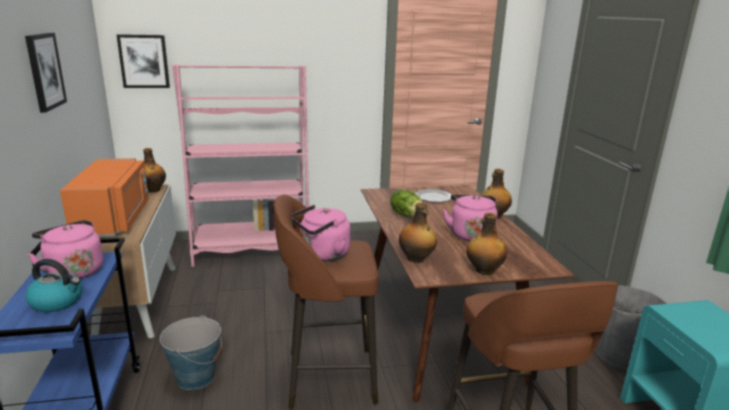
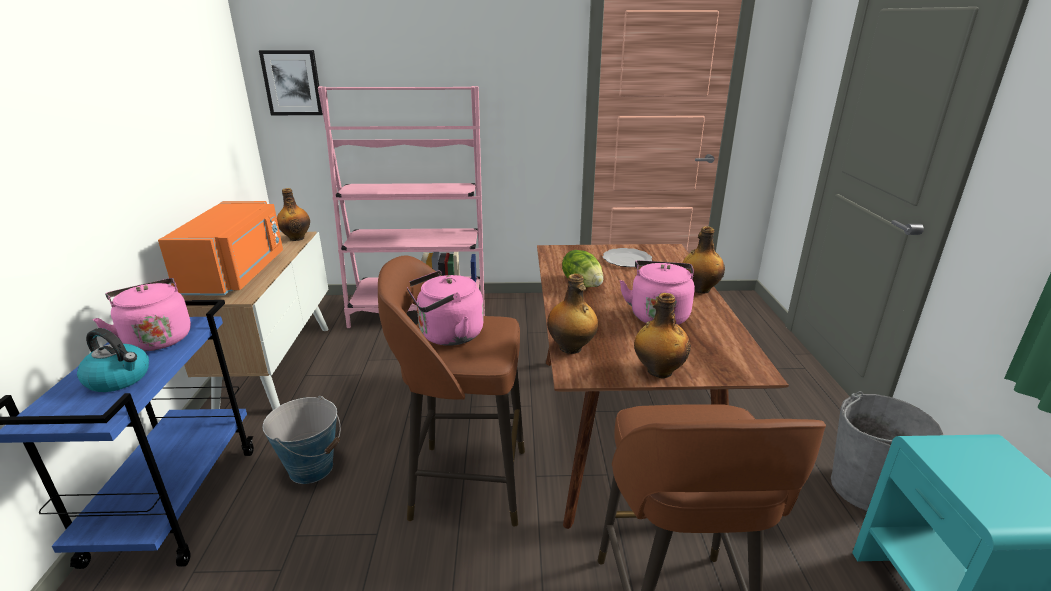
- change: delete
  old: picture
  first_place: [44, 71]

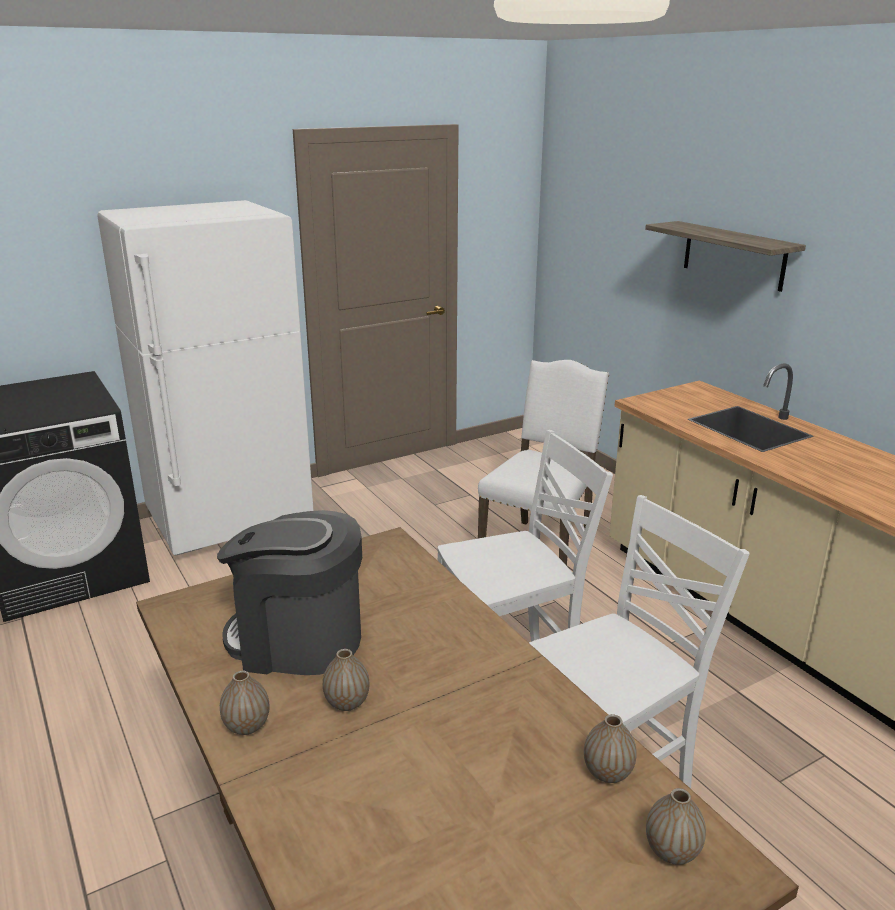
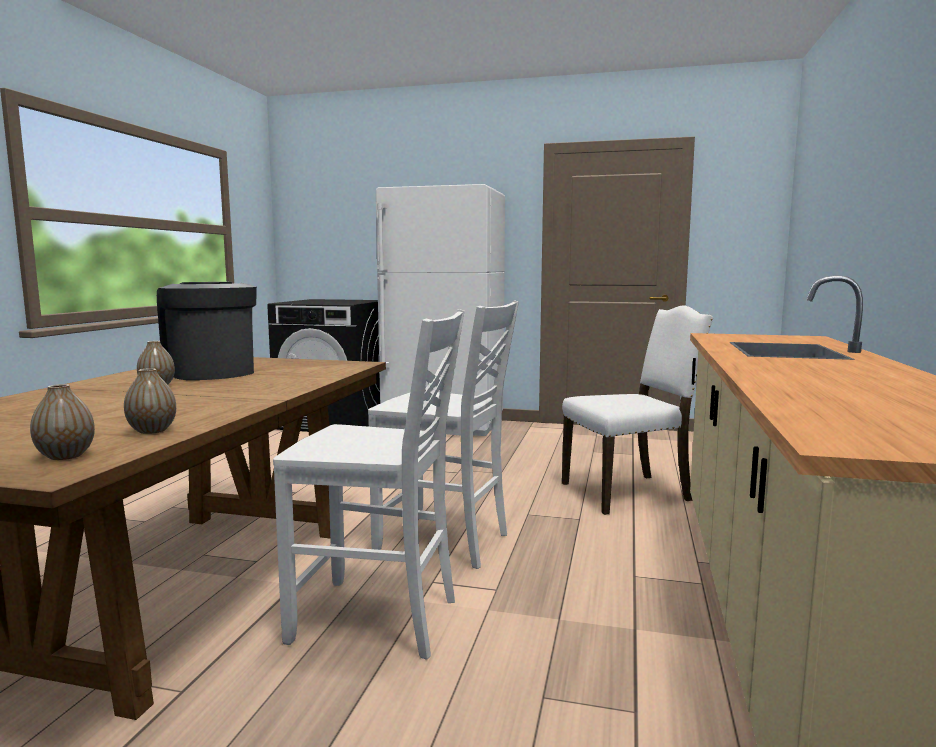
- change: delete
  old: bracket shelf
  first_place: [733, 255]
- change: delete
  old: decorative vase
  first_place: [247, 726]

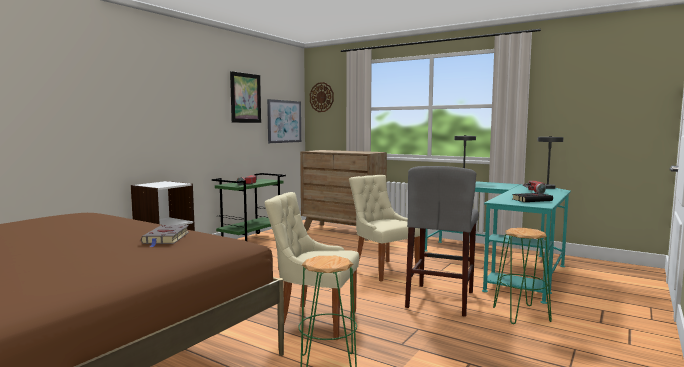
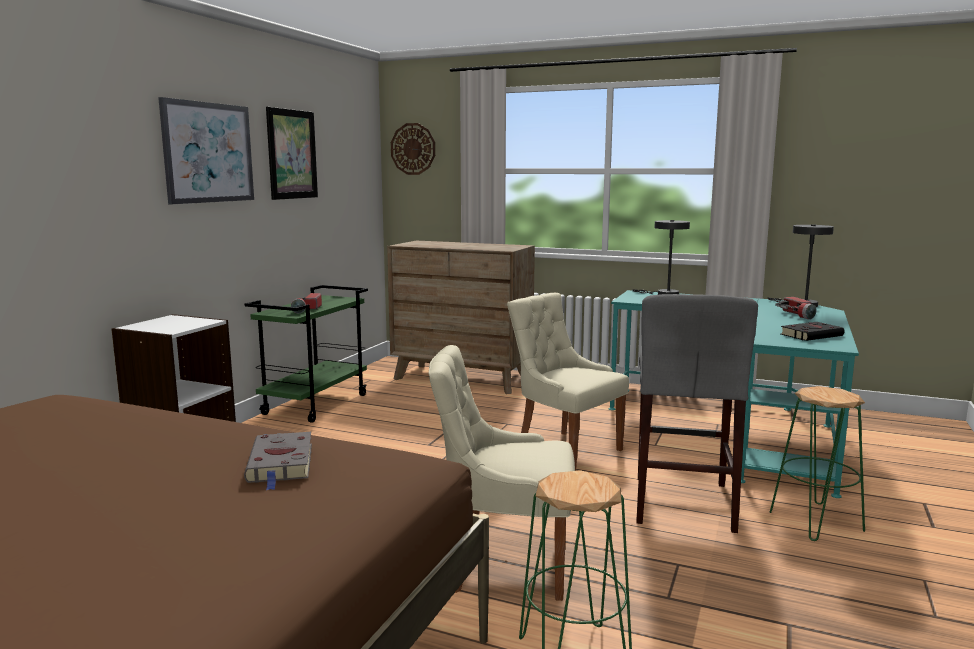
- change: move
  old: picture
  first_place: [284, 121]
  second_place: [208, 152]

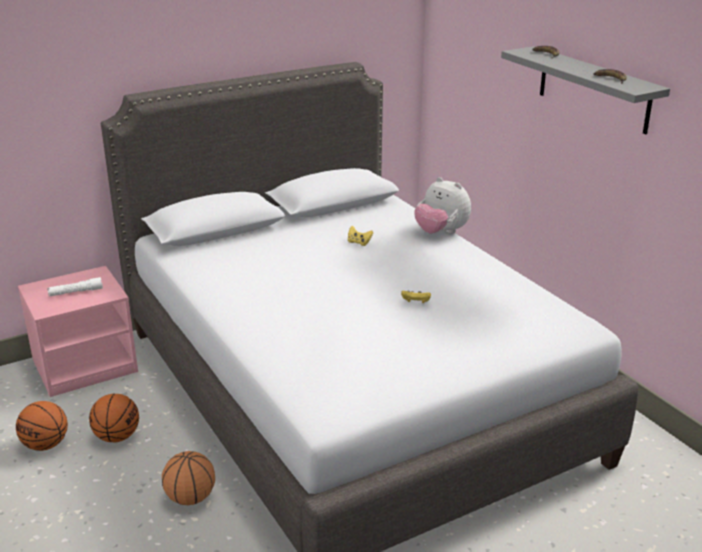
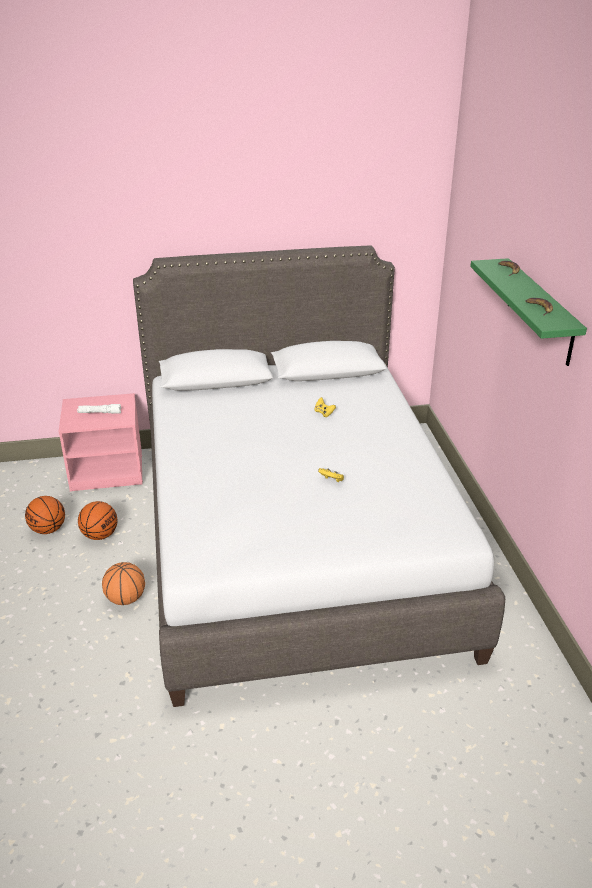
- change: recolor
  old: grey bracket shelf
  new: green-coloured bracket shelf
  first_place: [593, 89]
  second_place: [540, 311]
- change: delete
  old: soft toy
  first_place: [441, 232]

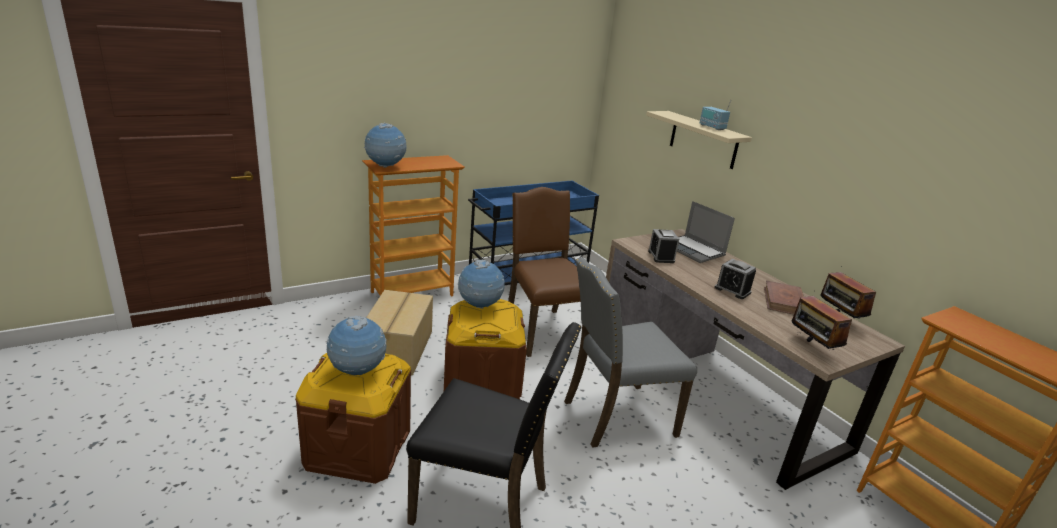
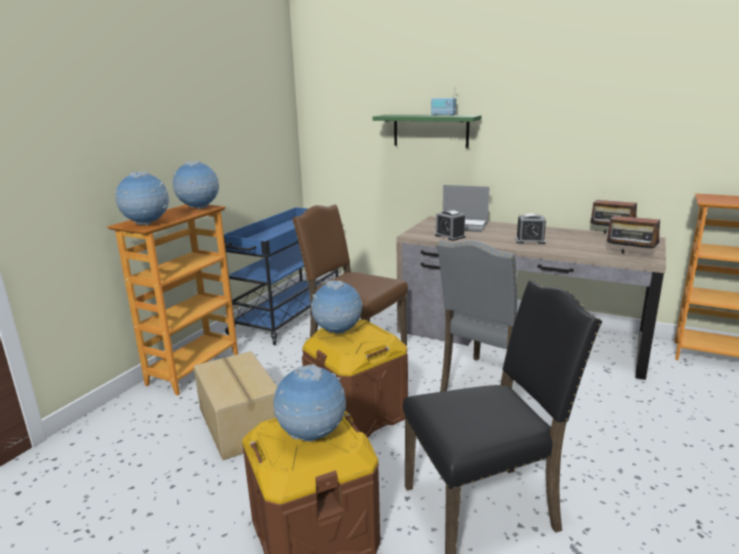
- change: recolor
  old: beige bracket shelf
  new: green-coloured bracket shelf
  first_place: [703, 140]
  second_place: [430, 130]
- change: delete
  old: brown volume
  first_place: [784, 301]
- change: insert
  new: desk globe
  second_place: [199, 209]

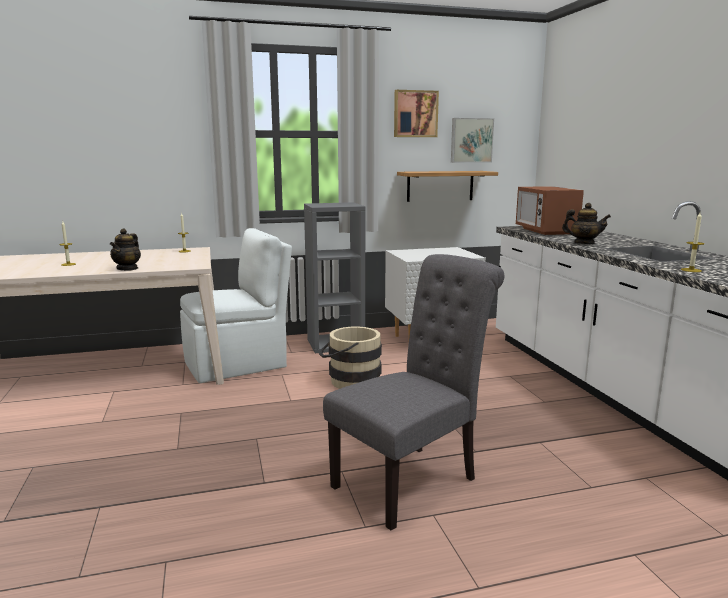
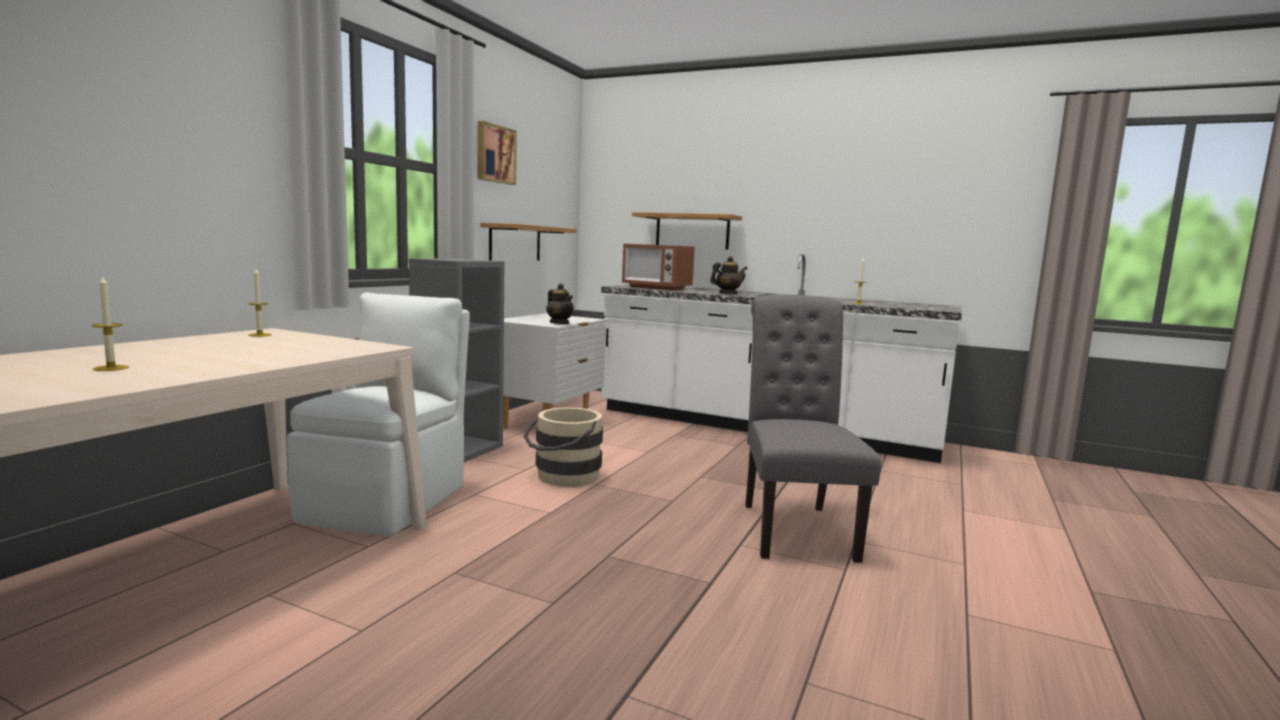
- change: delete
  old: picture
  first_place: [471, 140]
- change: move
  old: tea pot
  first_place: [127, 268]
  second_place: [559, 323]
- change: insert
  new: bracket shelf
  second_place: [692, 231]

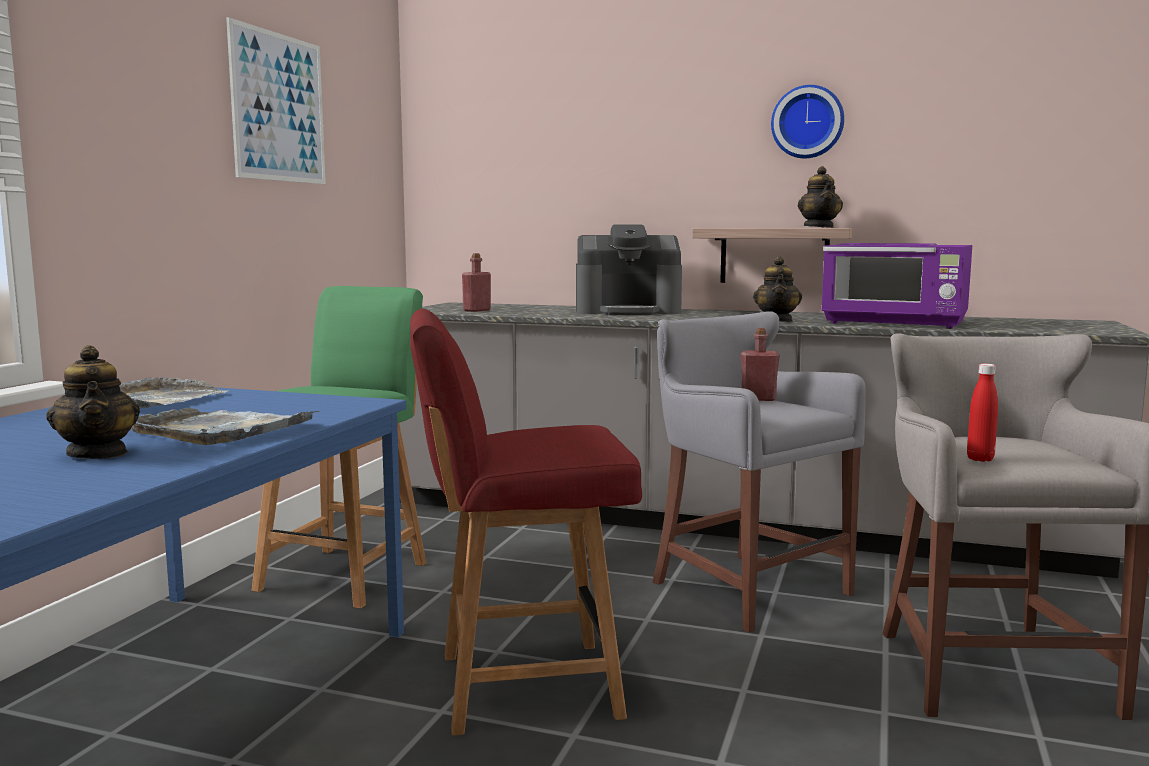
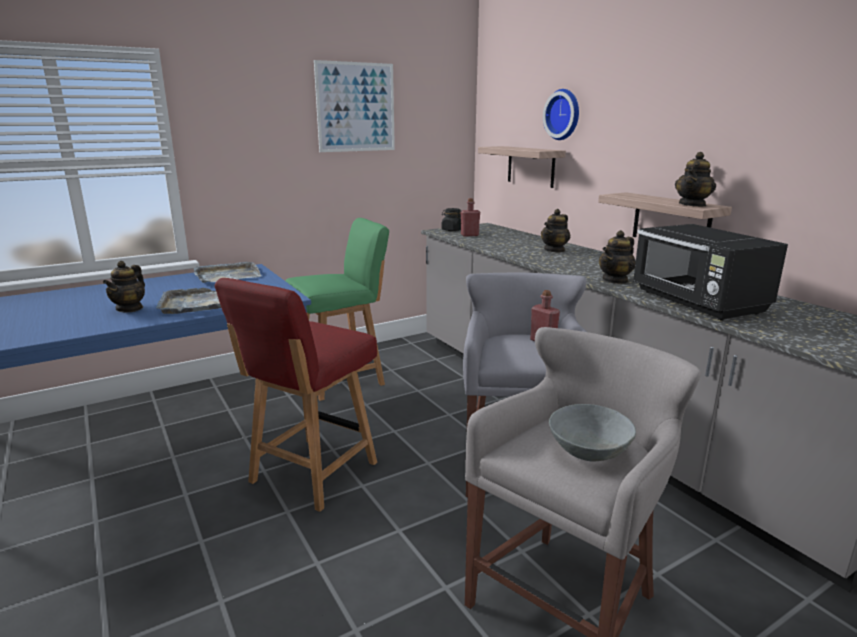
- change: move
  old: clock on the wall
  first_place: [807, 122]
  second_place: [564, 114]
- change: replace
  old: coffee machine
  new: tea pot
  first_place: [628, 311]
  second_place: [554, 250]
- change: recolor
  old: purplish microwave oven
  new: black microwave oven
  first_place: [896, 323]
  second_place: [698, 303]
- change: rotate
  old: reddish upright chair
  first_place: [523, 685]
  second_place: [312, 474]
  degrees: -90
- change: delete
  old: reddish bottle
  first_place: [980, 459]
- change: insert
  new: bracket shelf
  second_place: [531, 166]
- change: insert
  new: black preserve jar
  second_place: [452, 230]
- change: insert
  new: grey deep dish
  second_place: [588, 450]

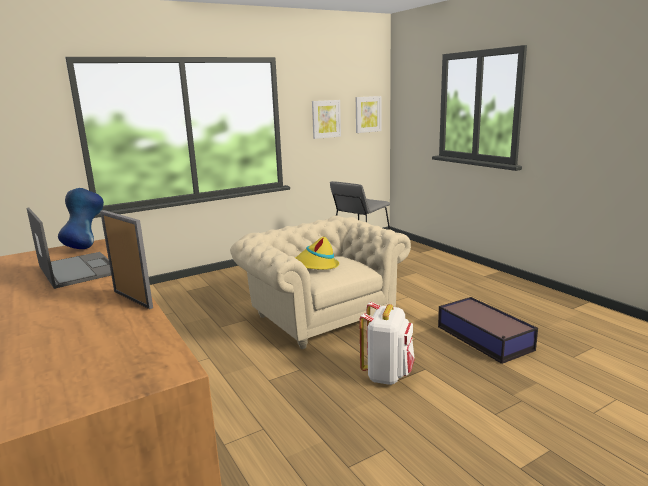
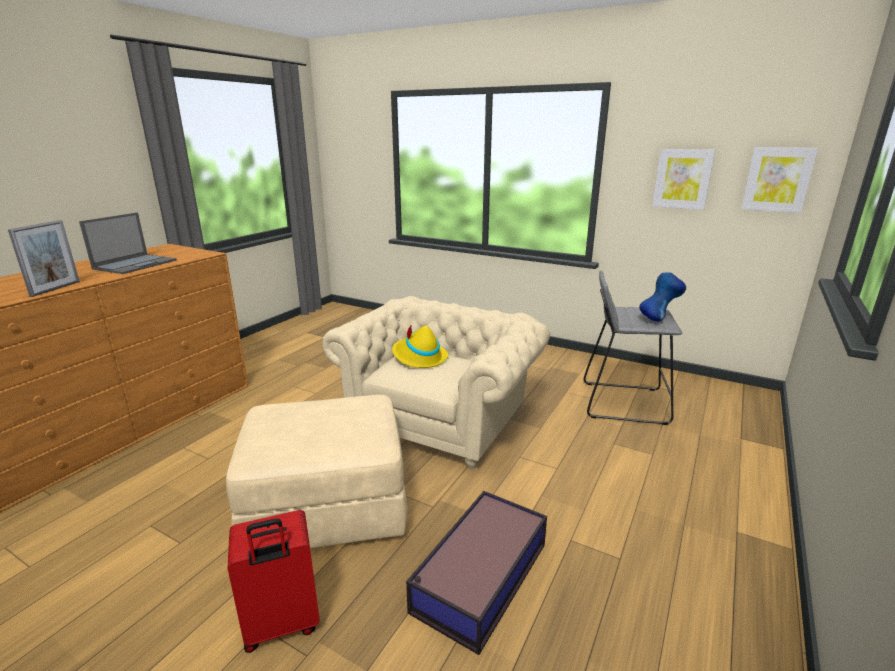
- change: move
  old: bluish decorative vase
  first_place: [86, 247]
  second_place: [658, 319]
- change: replace
  old: whitish backpack
  new: beige ottoman
  first_place: [387, 375]
  second_place: [328, 506]
- change: insert
  new: reddish travel case
  second_place: [282, 625]

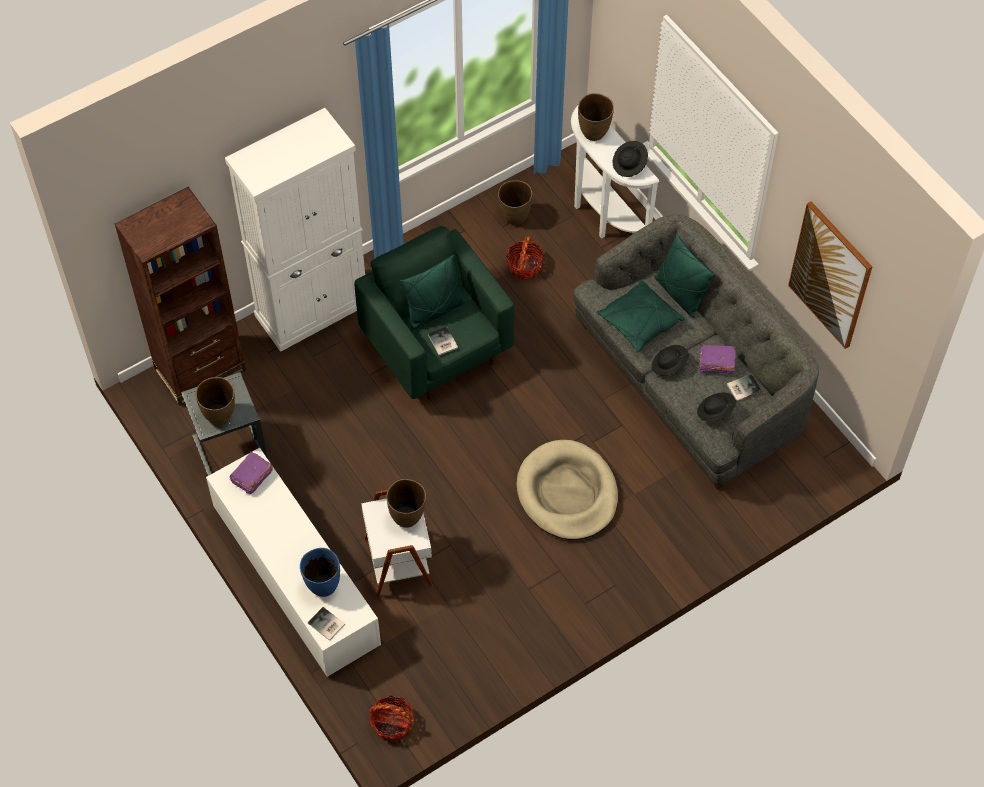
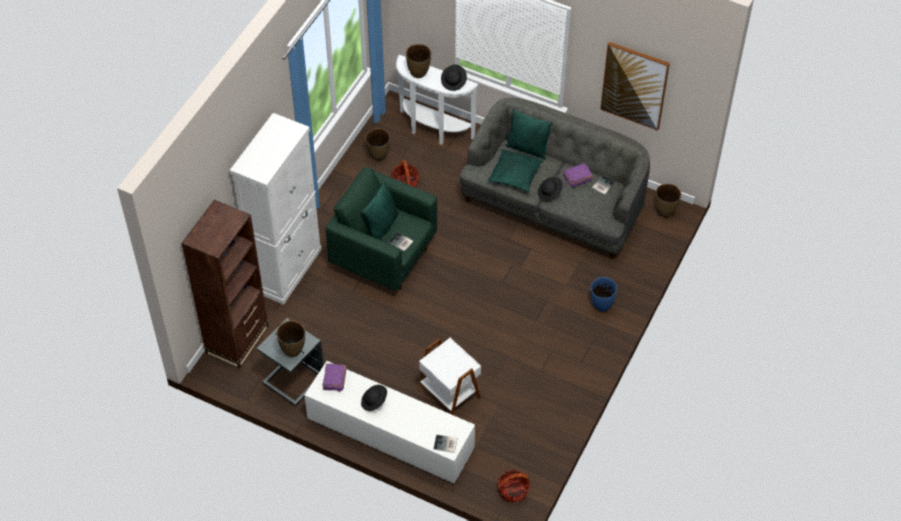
- change: move
  old: black hat
  first_place: [715, 412]
  second_place: [374, 402]
- change: delete
  old: beige pet bed
  first_place: [567, 493]
- change: move
  old: brown decorative vase
  first_place: [407, 517]
  second_place: [665, 211]
- change: move
  old: bluish decorative vase
  first_place: [323, 586]
  second_place: [601, 305]

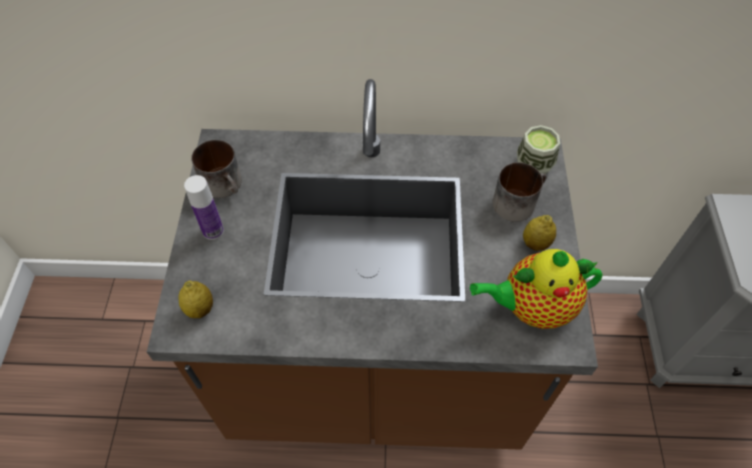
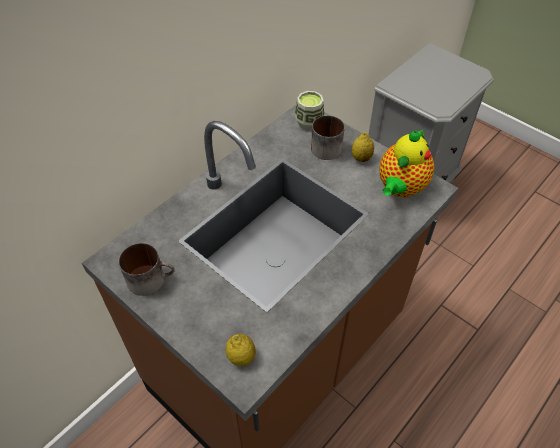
- change: delete
  old: bottle
  first_place: [213, 231]

